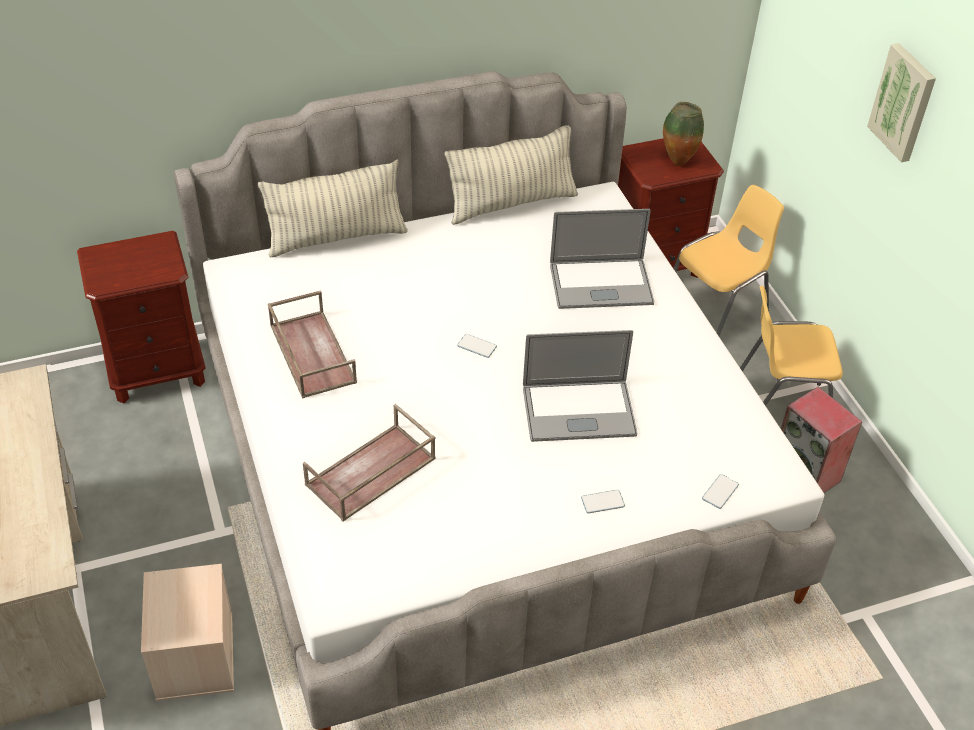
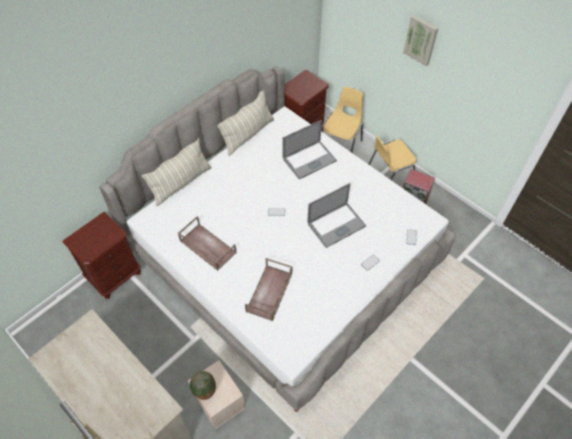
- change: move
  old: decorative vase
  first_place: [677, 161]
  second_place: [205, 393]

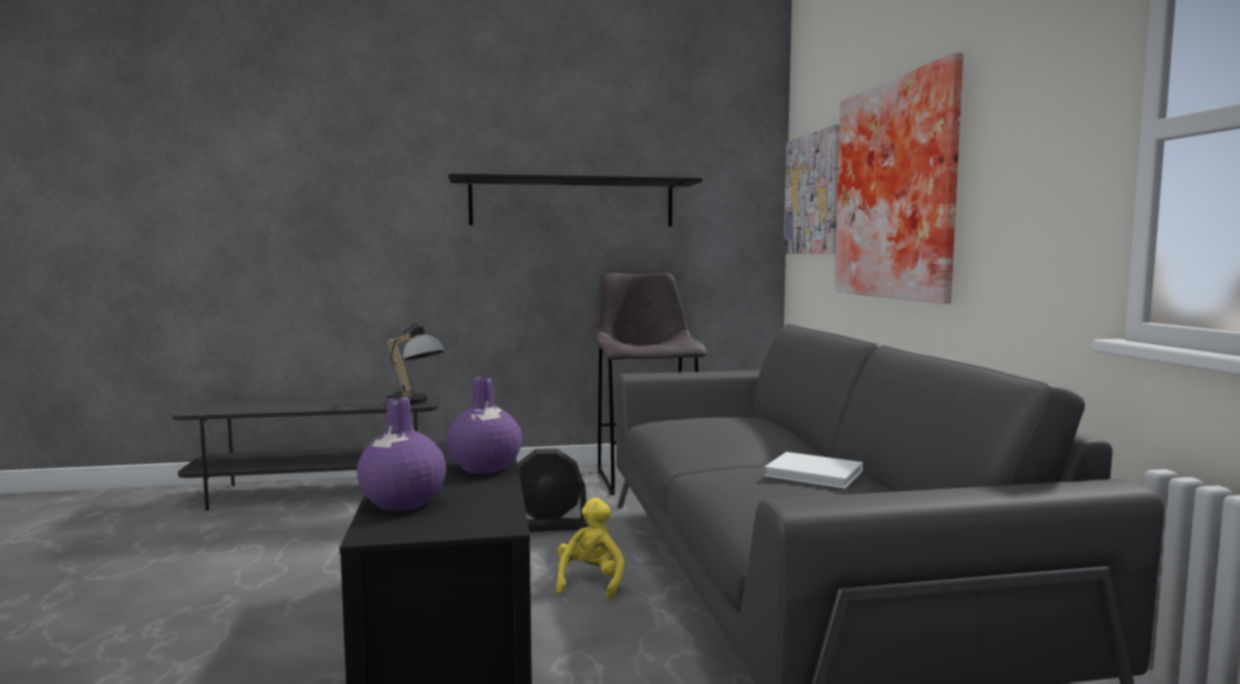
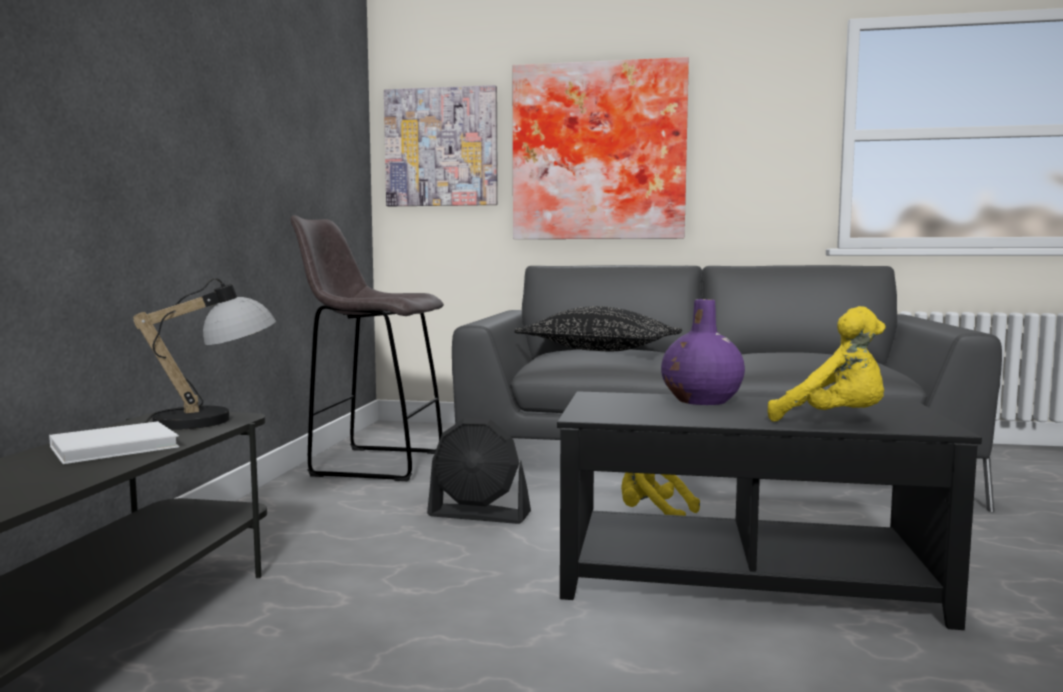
- change: delete
  old: black bracket shelf
  first_place: [572, 203]
- change: replace
  old: purplish decorative vase
  new: yellowish soft toy
  first_place: [402, 502]
  second_place: [833, 421]
- change: rotate
  old: black cooling fan
  first_place: [547, 526]
  second_place: [479, 514]
  degrees: 90
- change: move
  old: whitish volume
  first_place: [816, 474]
  second_place: [118, 446]
- change: insert
  new: black pillow
  second_place: [598, 350]

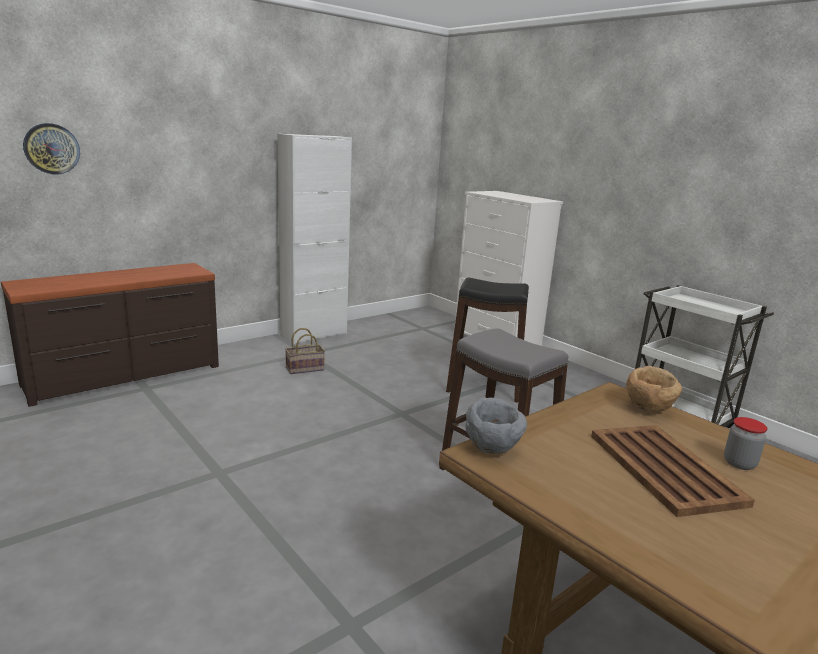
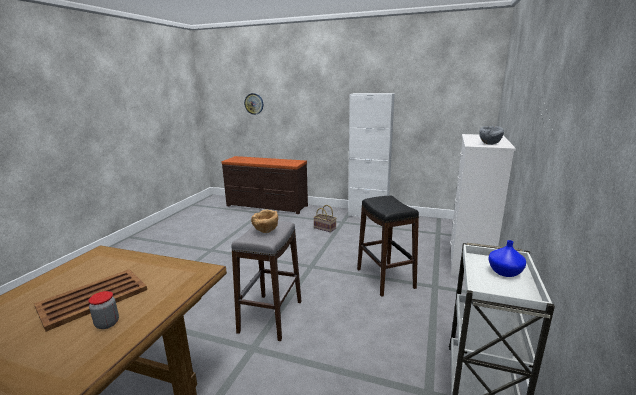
- change: move
  old: brown deep dish
  first_place: [649, 409]
  second_place: [266, 231]
- change: move
  old: grey deep dish
  first_place: [492, 449]
  second_place: [490, 144]
- change: insert
  new: bluish decorative vase
  second_place: [504, 272]

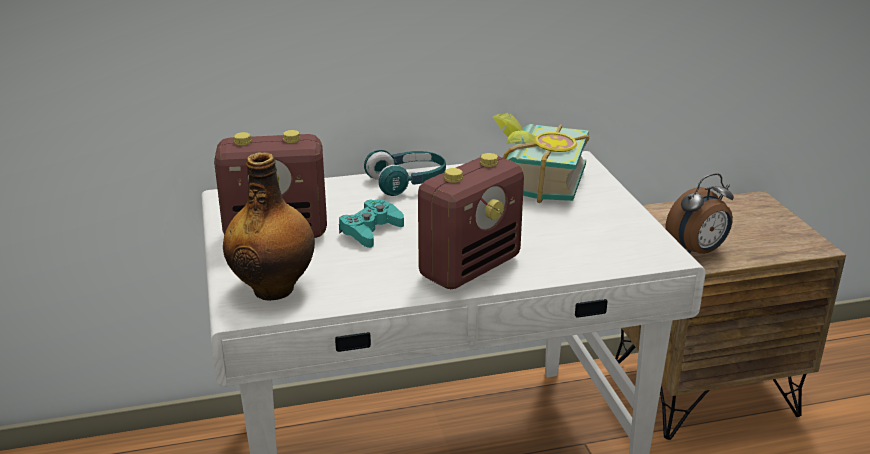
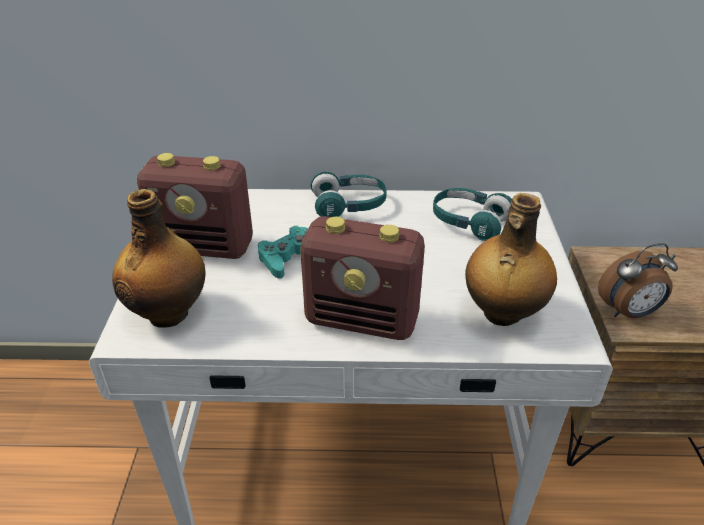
- change: replace
  old: volume
  new: turquoise-coloured pair of headphones
  first_place: [533, 182]
  second_place: [469, 222]
- change: rotate
  old: radio receiver
  first_place: [470, 267]
  second_place: [363, 320]
  degrees: 45
- change: insert
  new: bottle
  second_place: [501, 313]

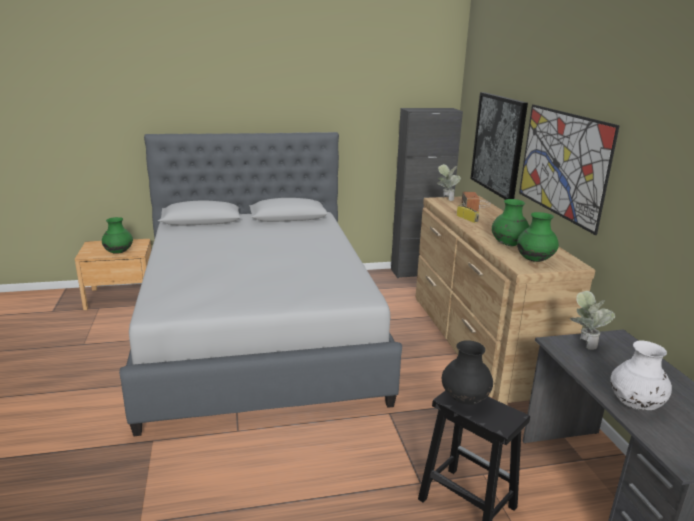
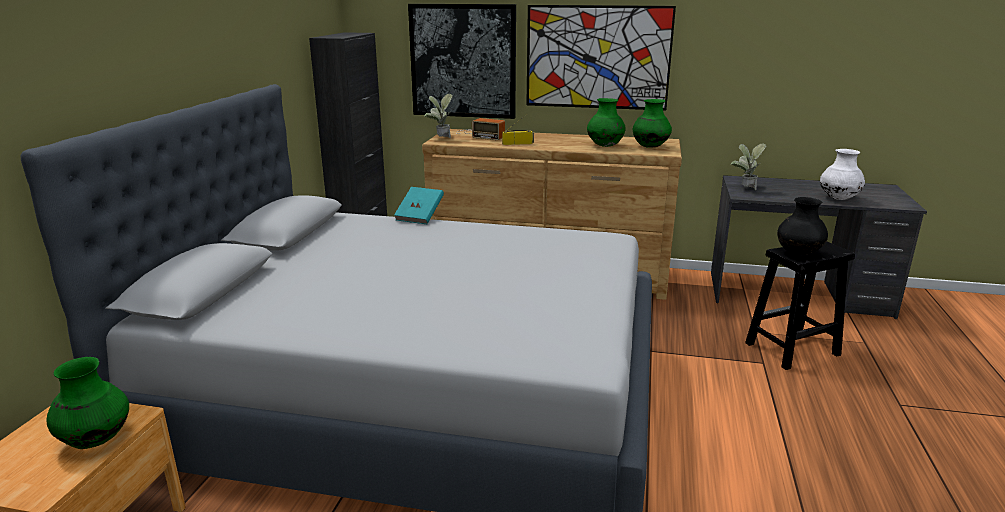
- change: insert
  new: turquoise-coloured volume
  second_place: [420, 216]

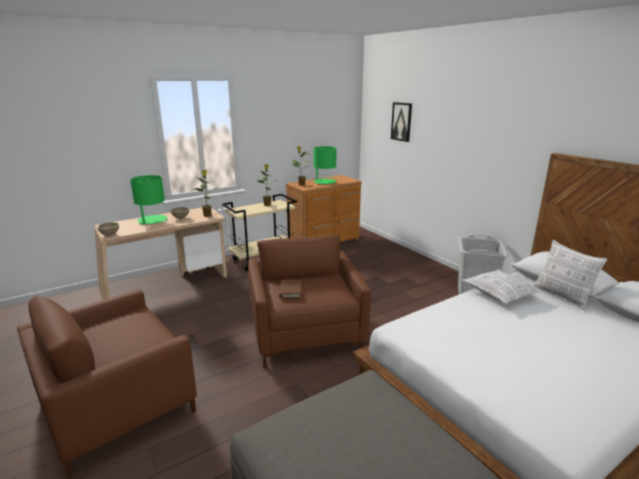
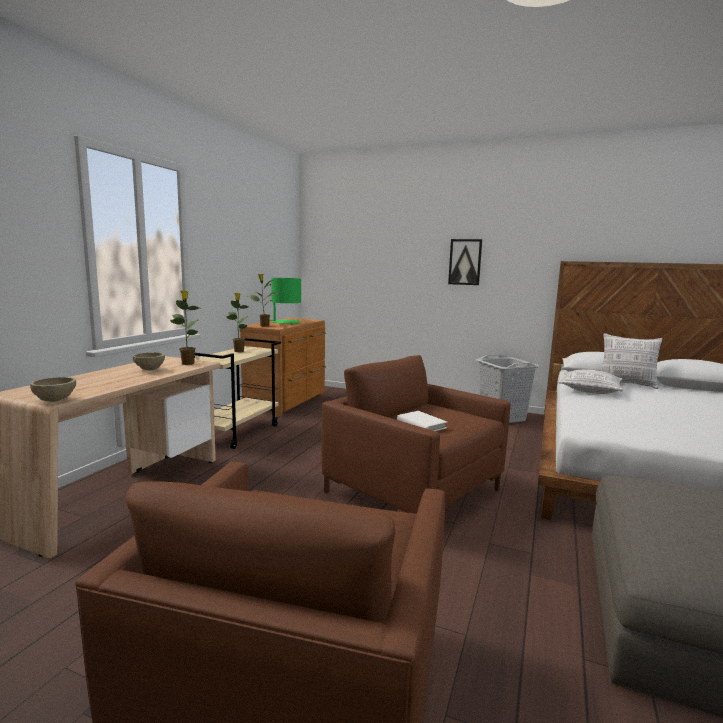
- change: move
  old: picture
  first_place: [401, 121]
  second_place: [465, 262]
- change: delete
  old: green-coloured table lamp
  first_place: [152, 220]
- change: recolor
  old: brown volume
  new: whitish volume
  first_place: [290, 290]
  second_place: [421, 424]

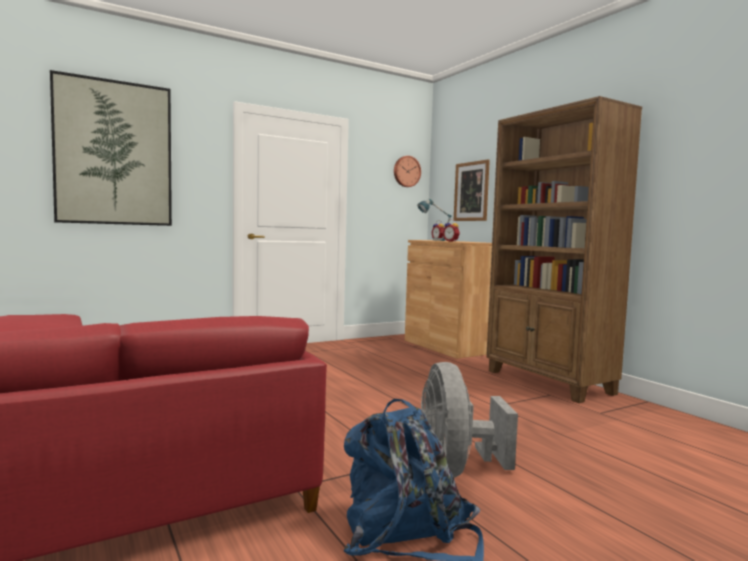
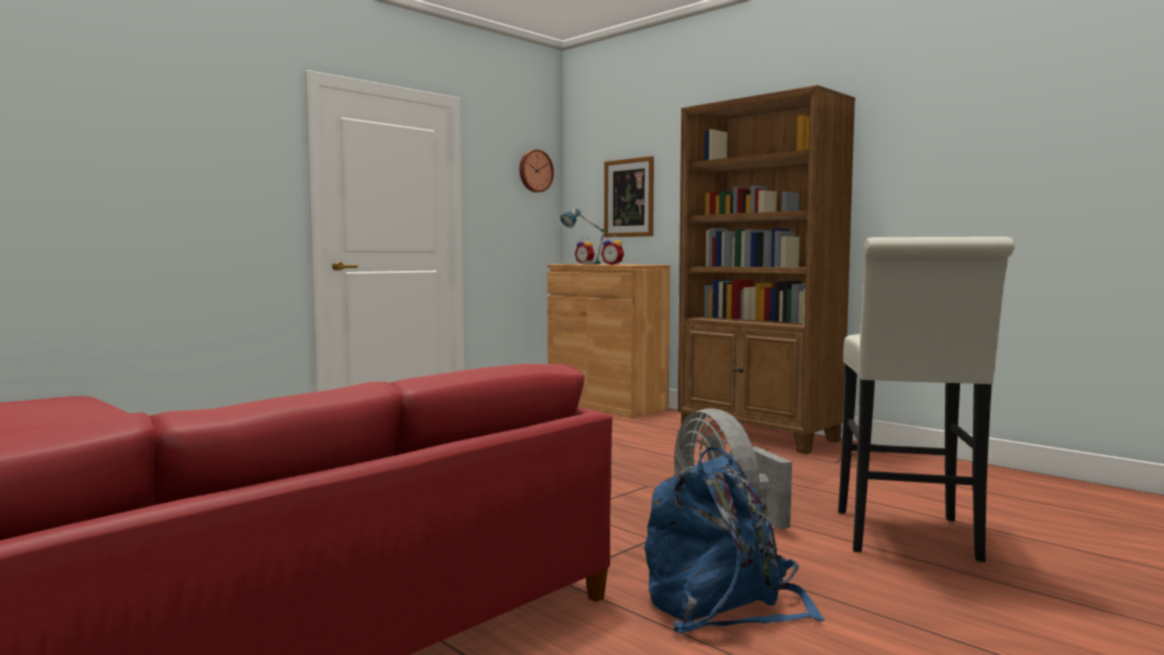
- change: delete
  old: picture
  first_place: [114, 153]
- change: insert
  new: whitish sitting stool
  second_place: [908, 539]

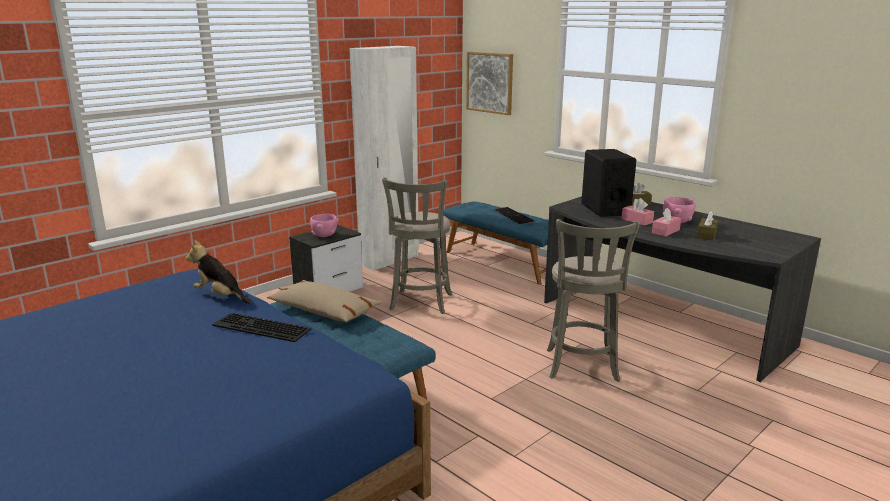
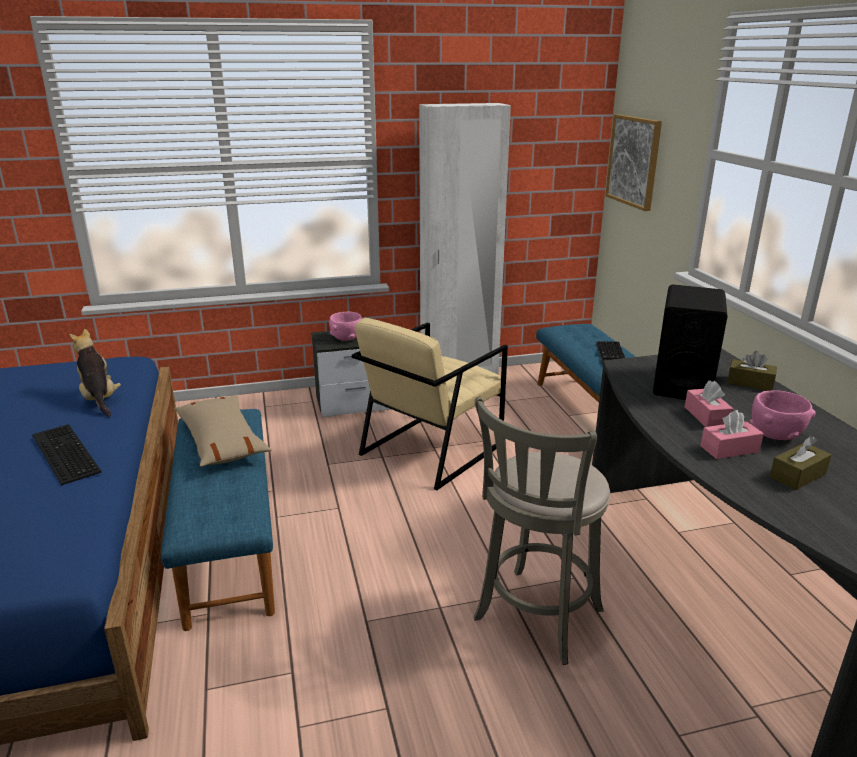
- change: replace
  old: grey sitting stool
  new: beige easy chair
  first_place: [420, 303]
  second_place: [431, 449]

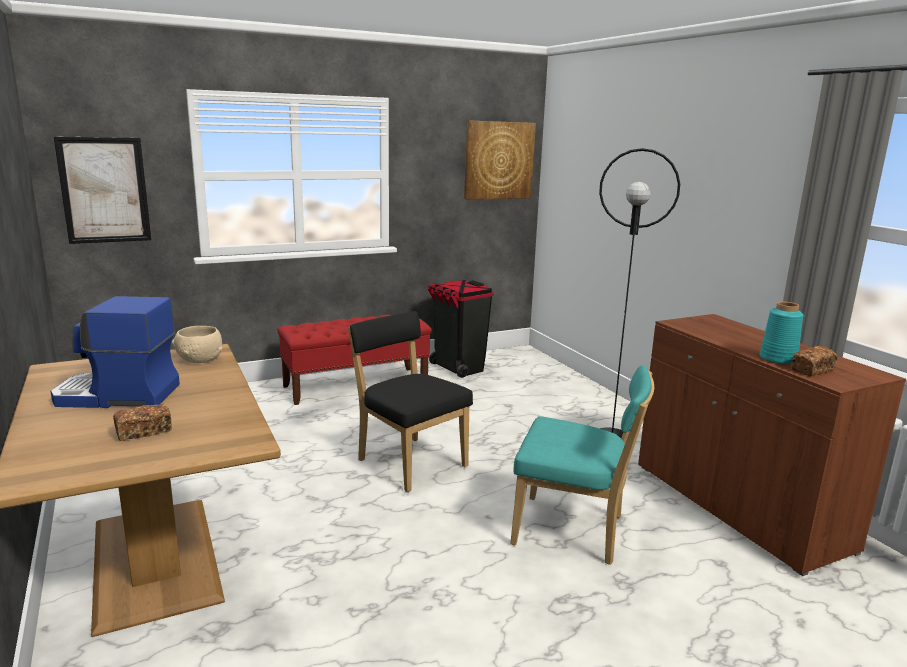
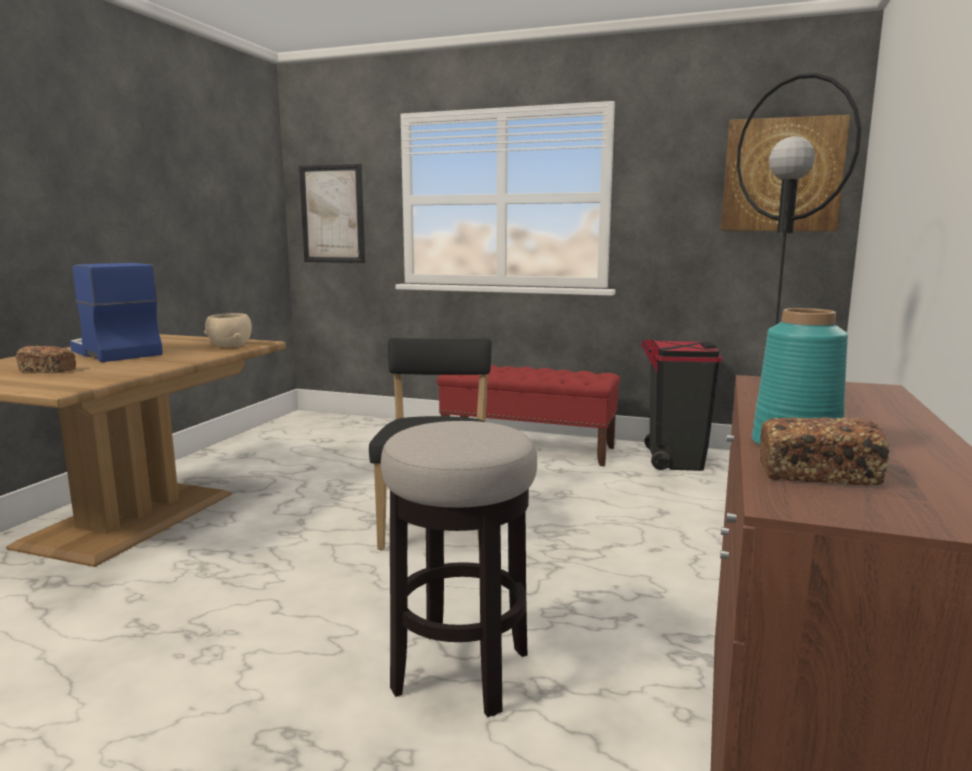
- change: replace
  old: turquoise-coloured upright chair
  new: sitting stool
  first_place: [574, 531]
  second_place: [461, 672]

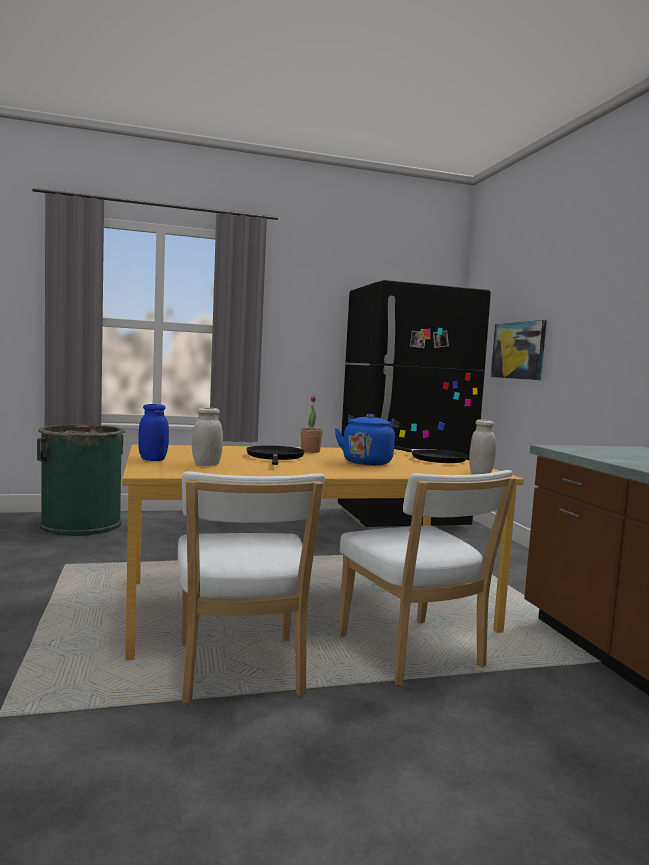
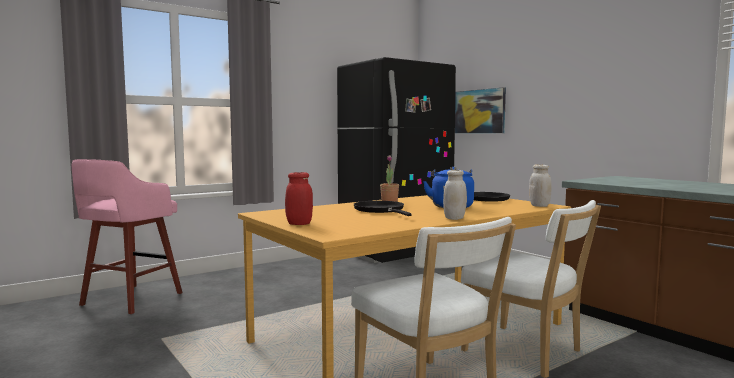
- change: recolor
  old: bluish preserve jar
  new: reddish preserve jar
  first_place: [153, 460]
  second_place: [299, 224]
- change: move
  old: whitish preserve jar
  first_place: [206, 464]
  second_place: [454, 218]
- change: replace
  old: green-coloured waste bin
  new: pink-coloured sitting stool
  first_place: [81, 525]
  second_place: [129, 300]

